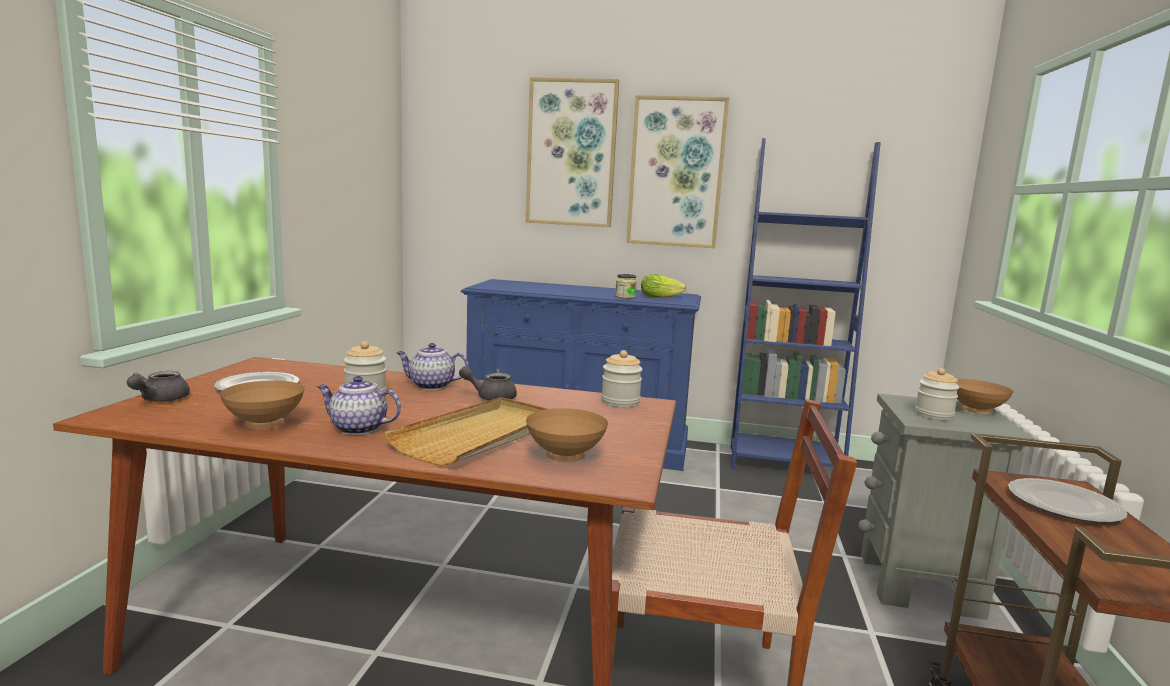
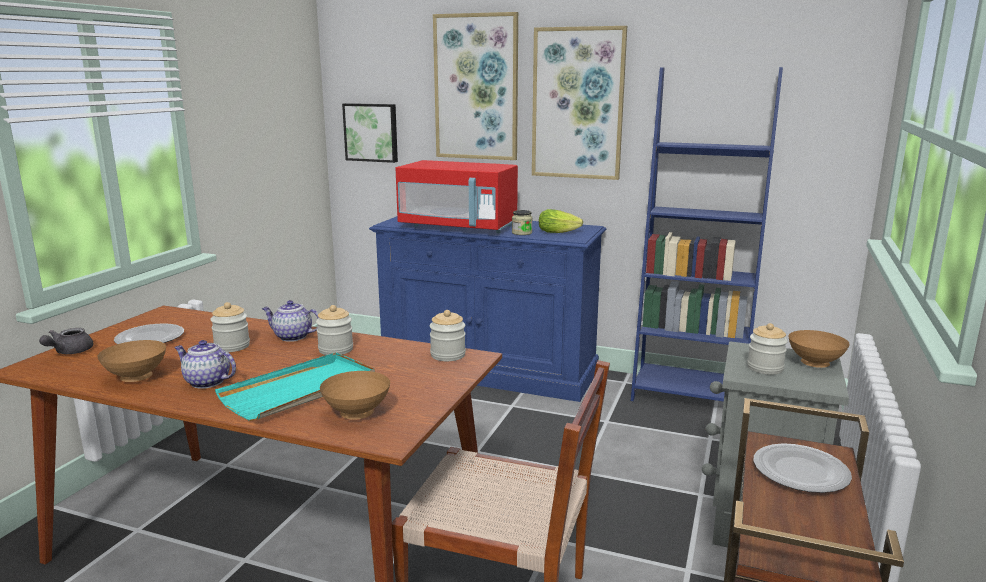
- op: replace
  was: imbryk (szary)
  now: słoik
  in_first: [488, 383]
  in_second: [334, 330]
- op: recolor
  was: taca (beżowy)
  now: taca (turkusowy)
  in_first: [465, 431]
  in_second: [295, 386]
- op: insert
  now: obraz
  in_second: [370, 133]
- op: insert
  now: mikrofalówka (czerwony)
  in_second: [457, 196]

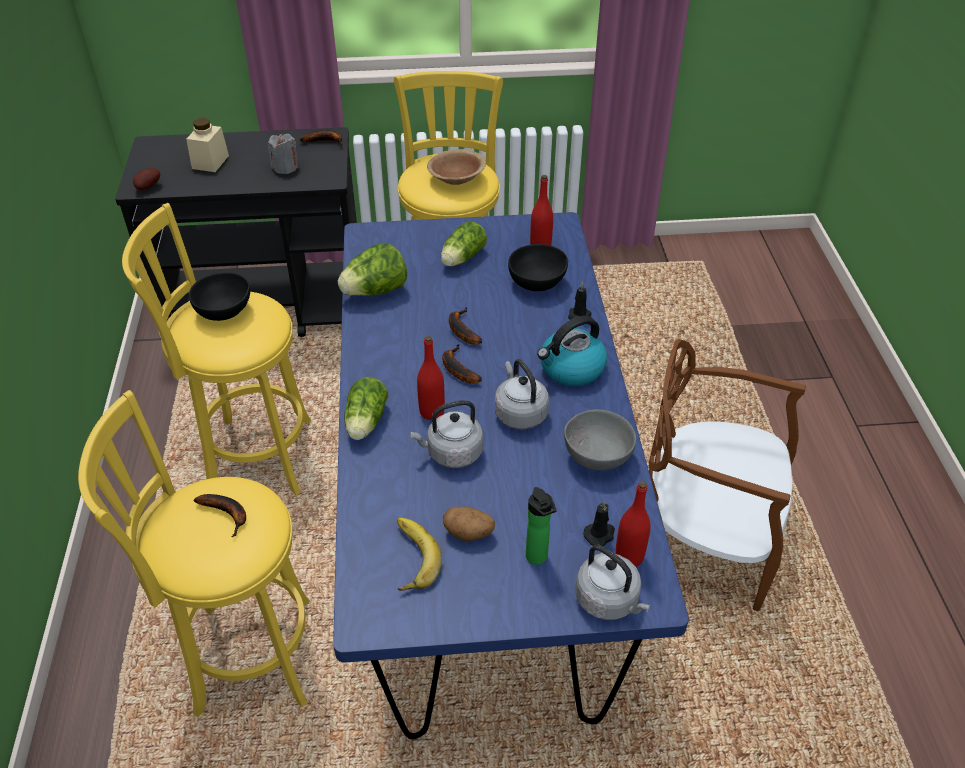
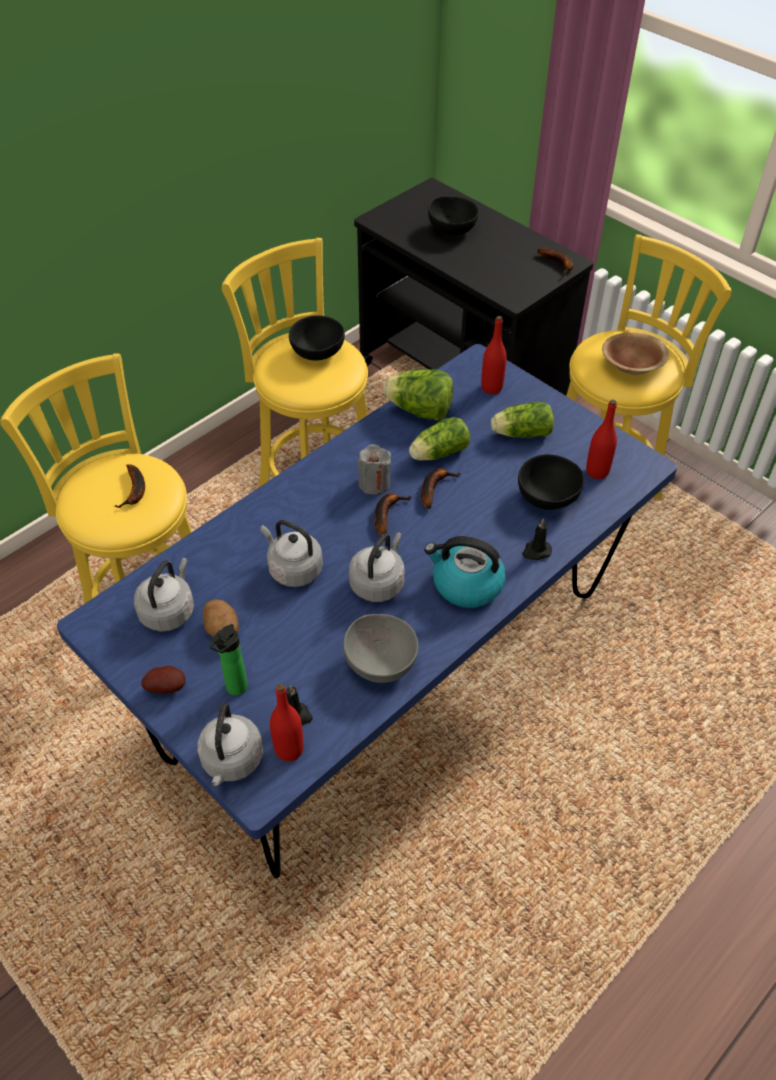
- op: replace
  was: słoik (beżowy)
  now: miska (czarny)
  in_first: [207, 145]
  in_second: [453, 216]
- op: move
  was: świeca (szary)
  in_first: [283, 154]
  in_second: [374, 469]
- op: move
  was: ziemniak
  in_first: [146, 179]
  in_second: [163, 680]
- op: move
  was: butelka (czerwony)
  in_first: [431, 378]
  in_second: [494, 355]
- op: delete
  was: krzesło (brązowy)
  in_first: [727, 475]
- op: move
  was: sałata
  in_first: [366, 408]
  in_second: [439, 439]
- op: replace
  was: banan
  now: czajnik (szary)
  in_first: [419, 554]
  in_second: [164, 595]

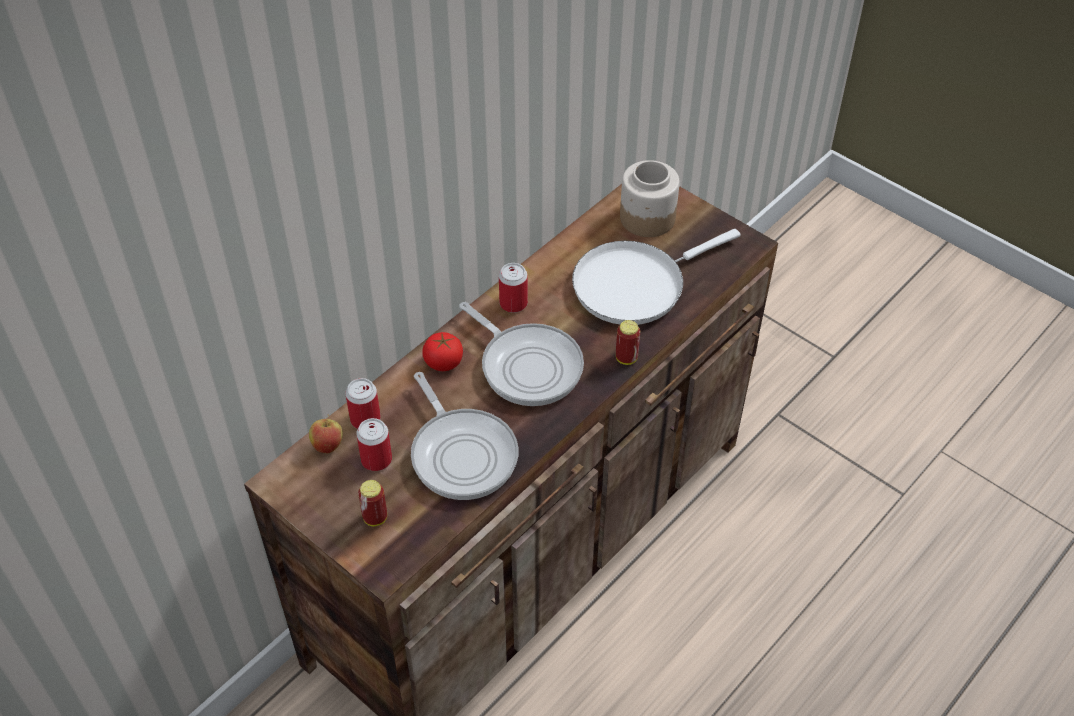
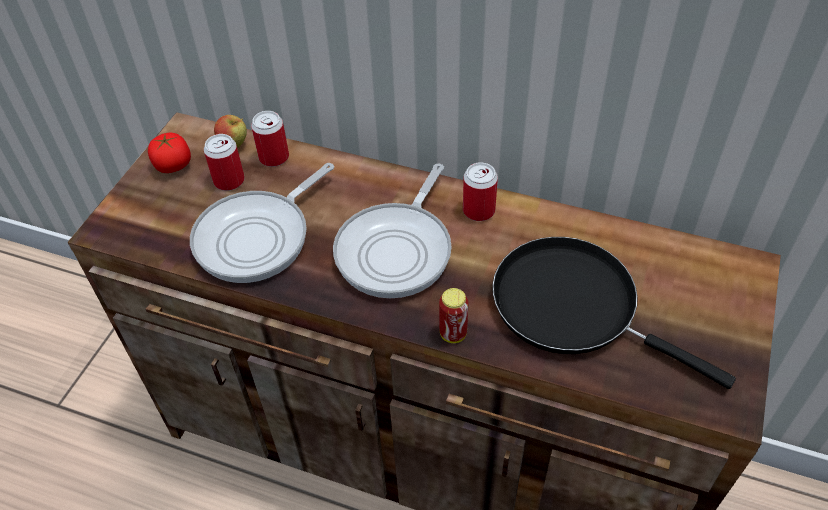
- op: delete
  was: słoik
  in_first: [650, 198]
- op: recolor
  was: patelnia (biały)
  now: patelnia (czarny)
  in_first: [656, 277]
  in_second: [614, 313]
- op: move
  was: pomidor
  in_first: [442, 351]
  in_second: [169, 153]
- op: delete
  was: puszka
  in_first: [372, 503]

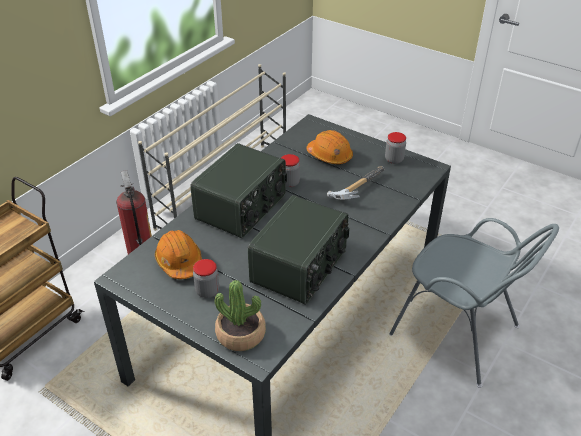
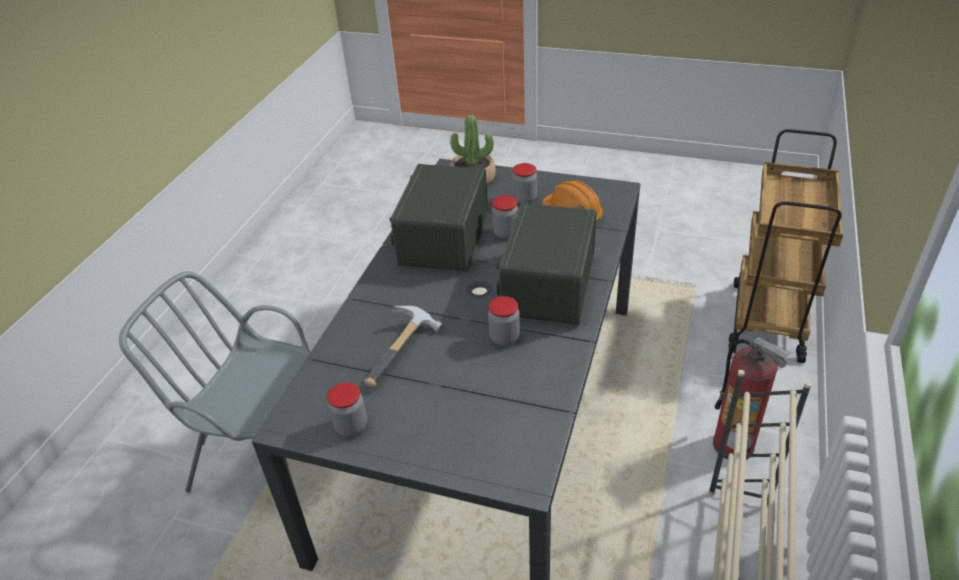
- op: delete
  was: kask (pomarańczowy)
  in_first: [329, 147]
- op: insert
  now: słoik
  in_second: [505, 217]

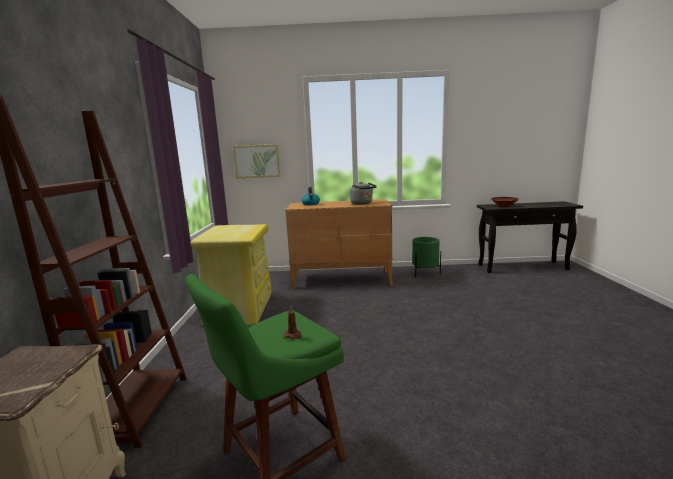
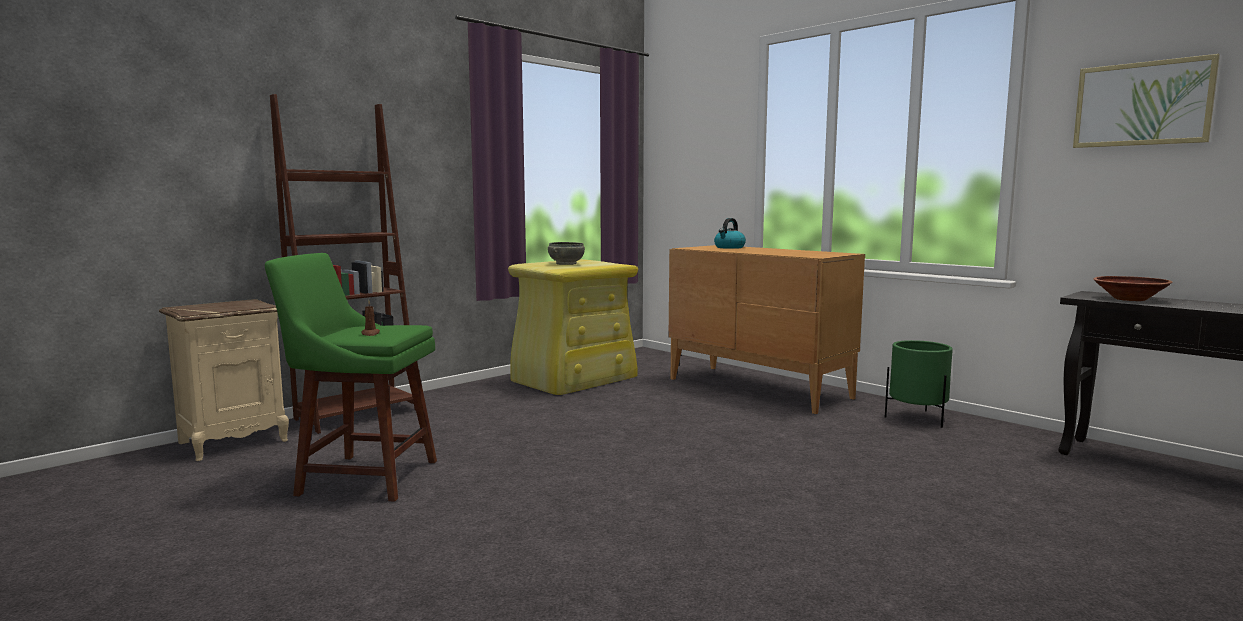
- op: move
  was: obraz
  in_first: [256, 161]
  in_second: [1146, 101]
- op: delete
  was: czajnik (szary)
  in_first: [363, 193]
- op: insert
  now: miska (szary)
  in_second: [566, 253]

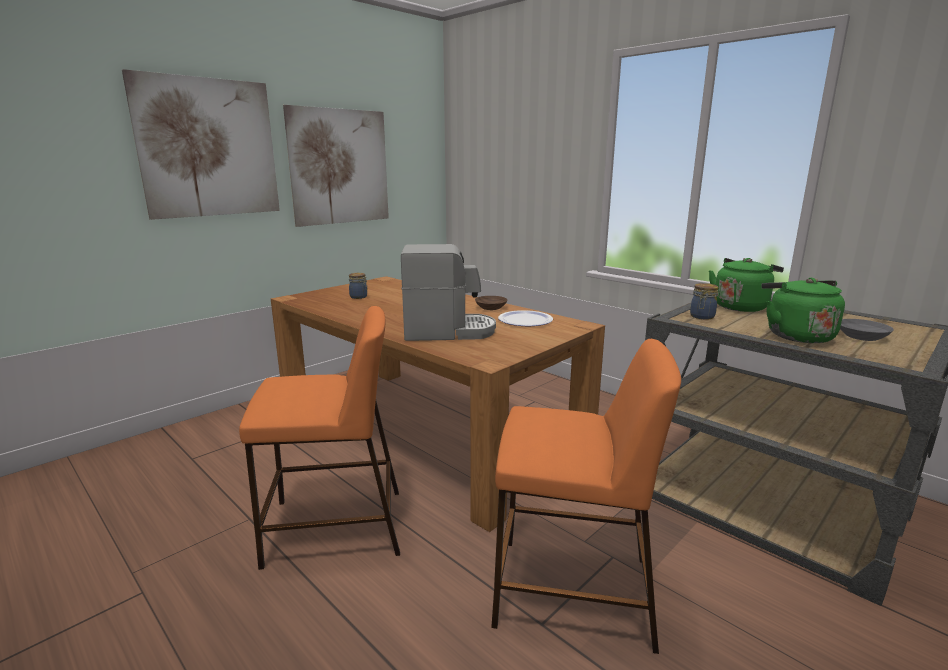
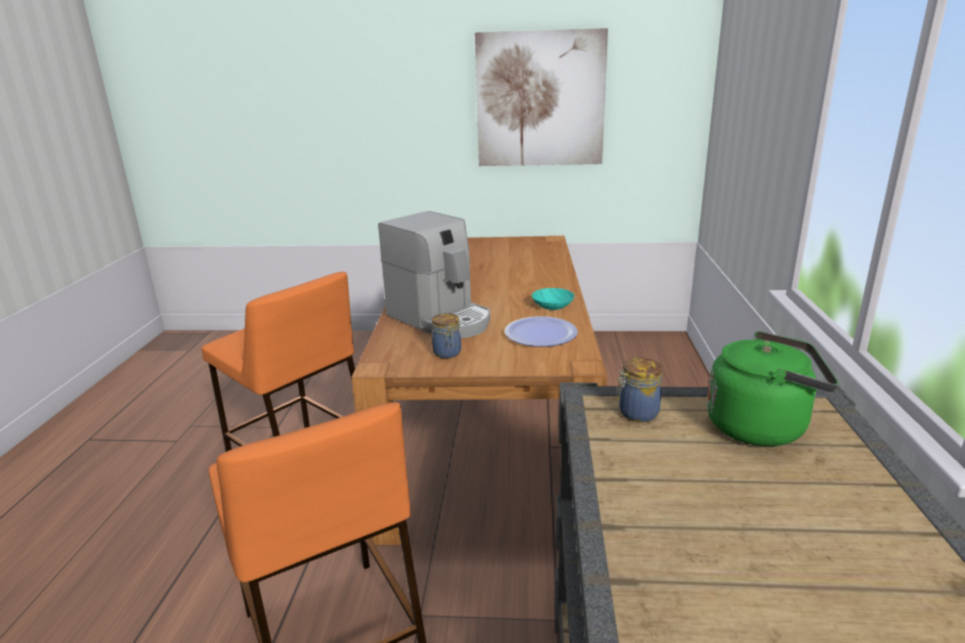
- op: delete
  was: obraz
  in_first: [201, 144]
- op: move
  was: słoik
  in_first: [358, 286]
  in_second: [446, 335]
- op: delete
  was: czajnik (zielony)
  in_first: [803, 310]
- op: recolor
  was: miska (brązowy)
  now: miska (turkusowy)
  in_first: [491, 303]
  in_second: [553, 299]
- op: delete
  was: miska (szary)
  in_first: [867, 330]

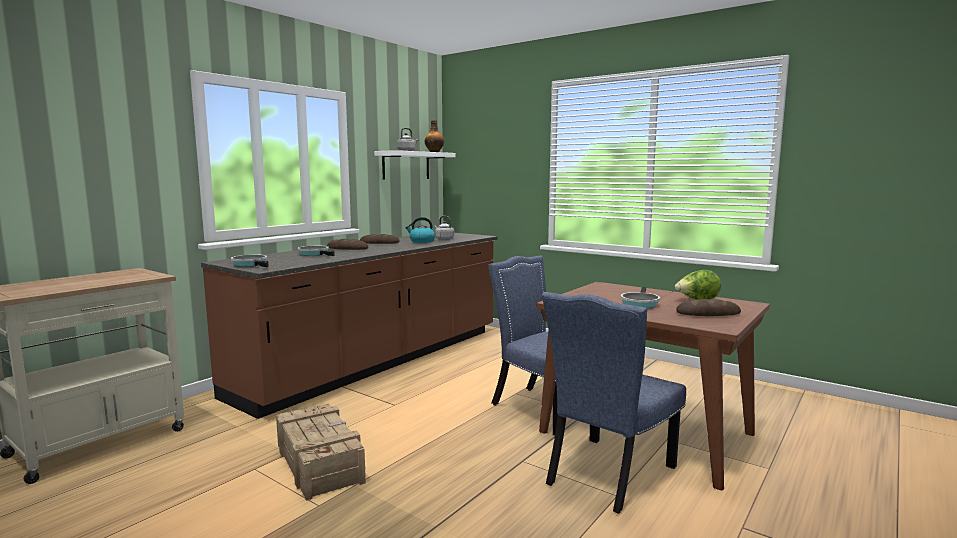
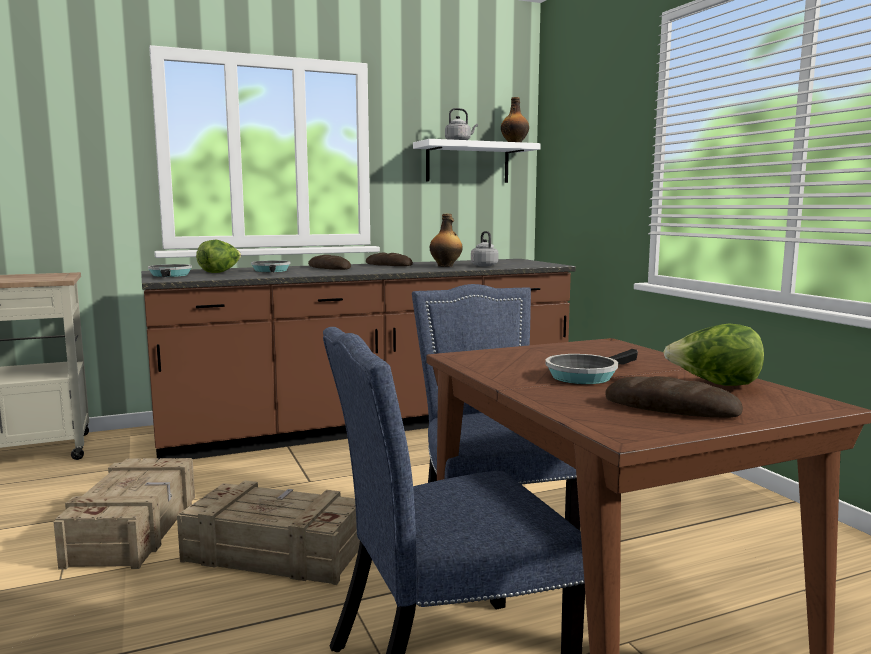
- op: replace
  was: czajnik
  now: butelka
  in_first: [420, 230]
  in_second: [446, 240]
- op: insert
  now: sałata
  in_second: [218, 256]
- op: insert
  now: skrzynka
  in_second: [268, 533]

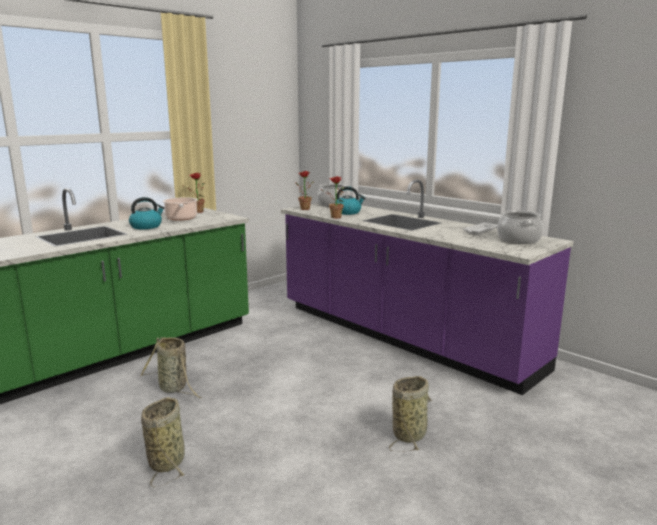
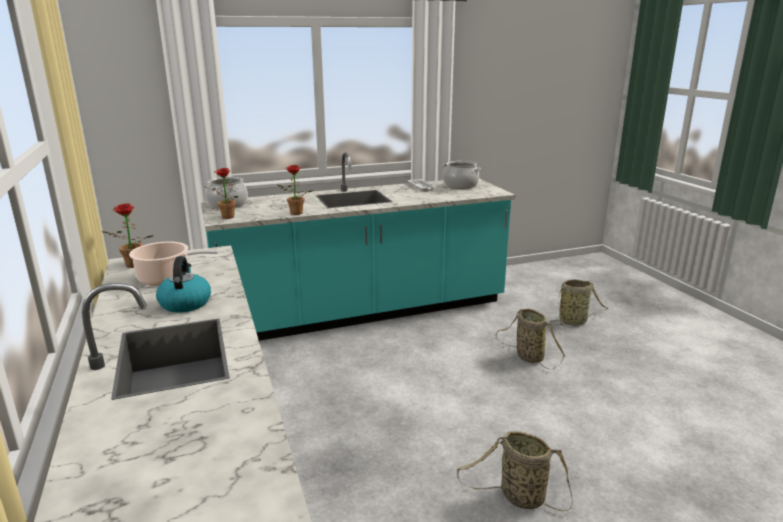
- op: recolor
  was: zabudowa kuchenna (fioletowy)
  now: zabudowa kuchenna (turkusowy)
  in_first: [427, 287]
  in_second: [358, 247]
- op: delete
  was: czajnik
  in_first: [350, 200]
- op: move
  was: koszyk
  in_first: [170, 367]
  in_second: [578, 302]

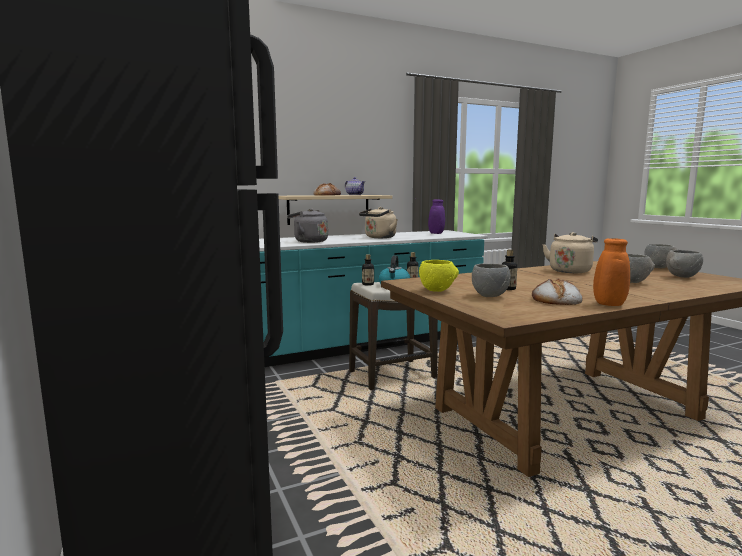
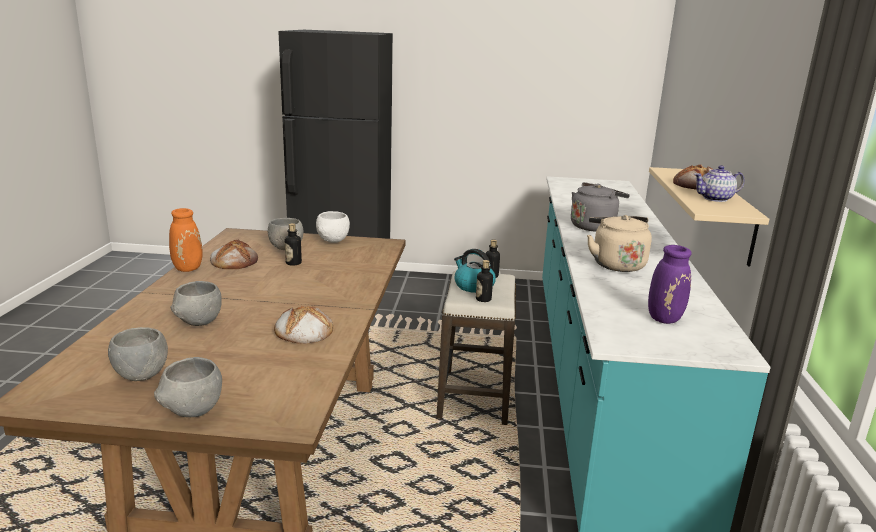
- op: replace
  was: czajnik (beżowy)
  now: chleb
  in_first: [570, 252]
  in_second: [303, 325]
- op: recolor
  was: miska (żółty)
  now: miska (biały)
  in_first: [439, 276]
  in_second: [333, 227]

